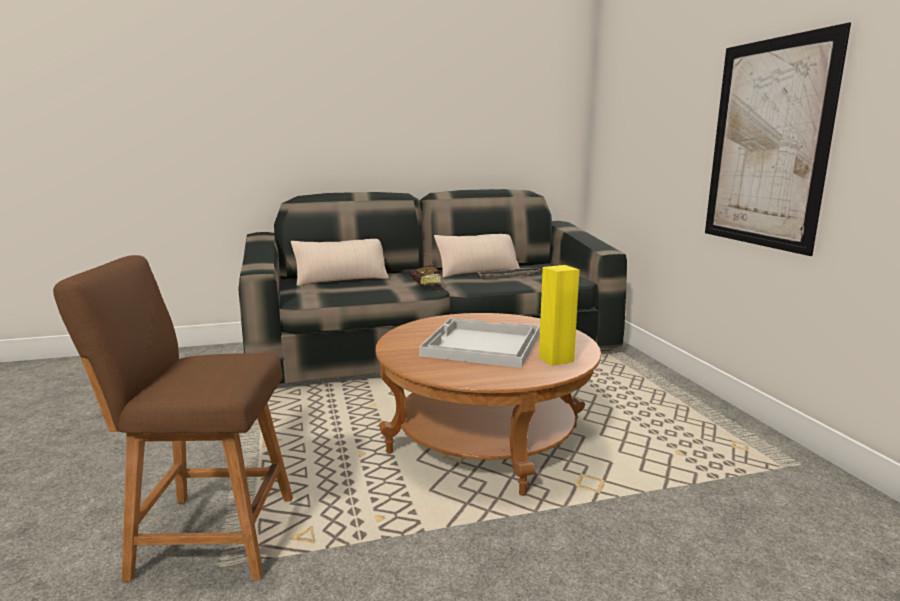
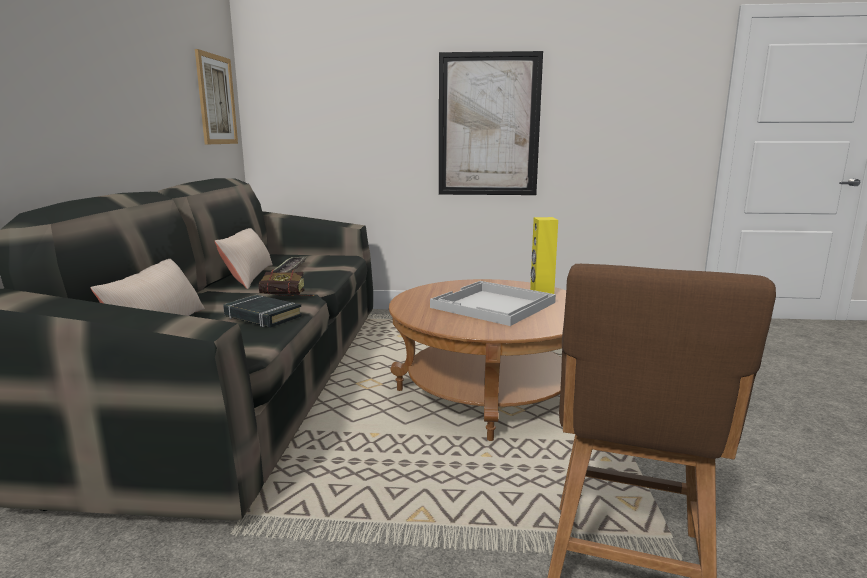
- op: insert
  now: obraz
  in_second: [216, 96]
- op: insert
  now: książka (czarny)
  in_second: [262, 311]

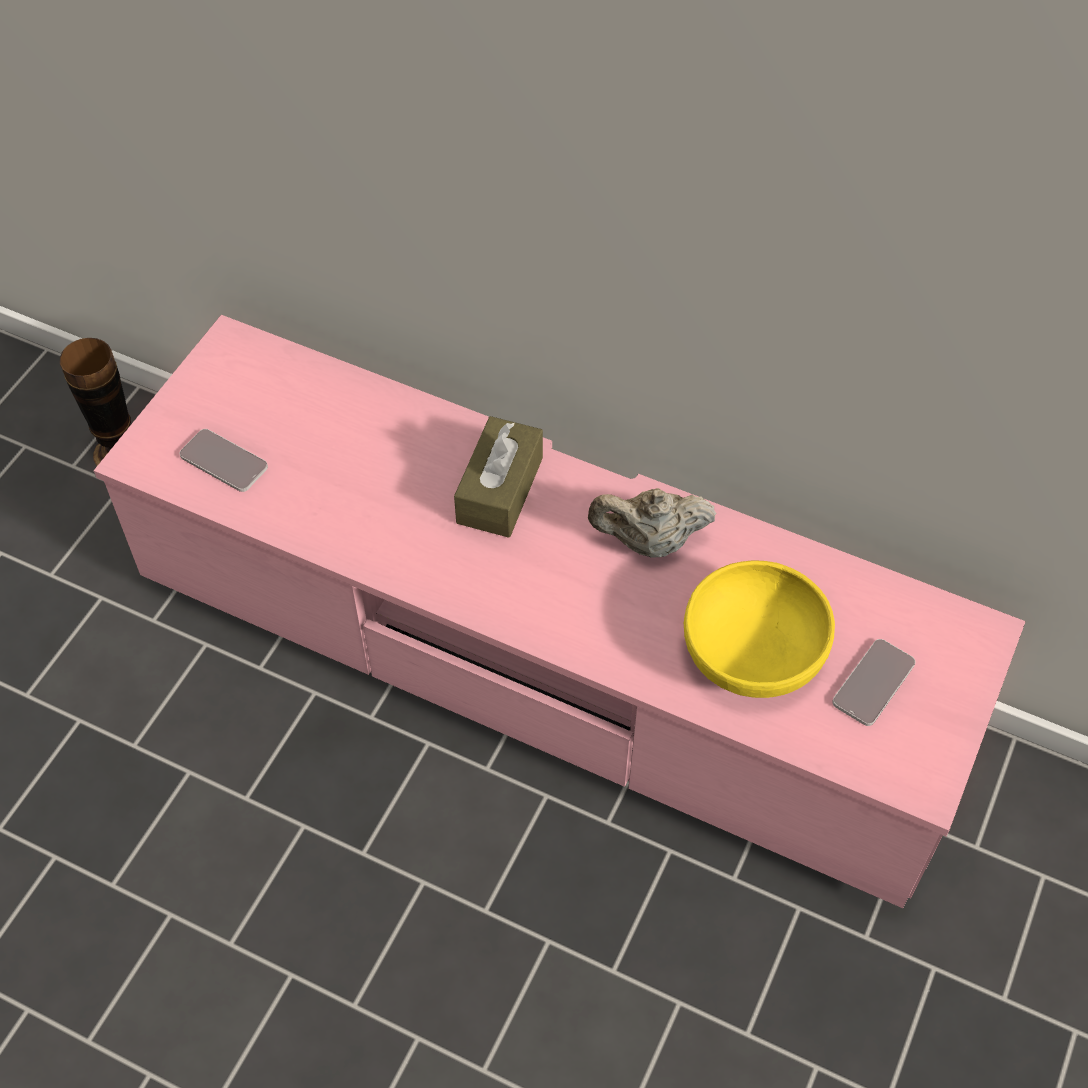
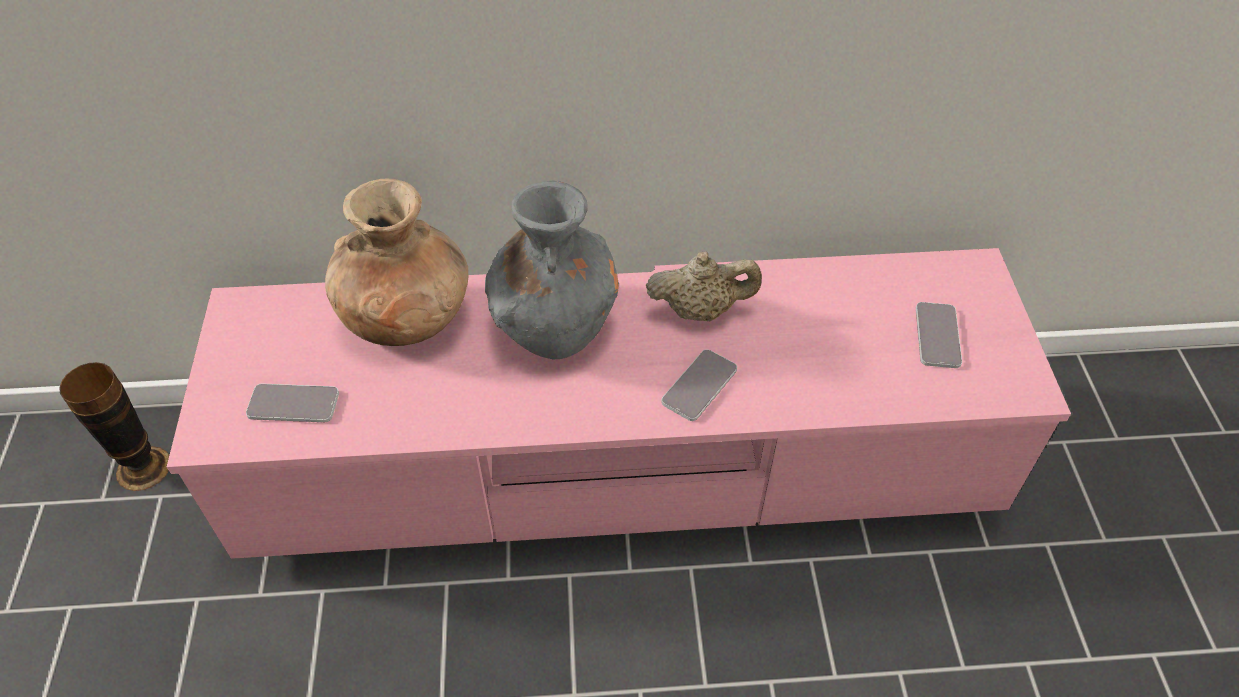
- op: replace
  was: pudełko chusteczek (brązowy)
  now: wazon (szary)
  in_first: [498, 477]
  in_second: [552, 270]
- op: rotate
  was: imbryk (beżowy)
  in_first: [652, 522]
  in_second: [704, 286]
  clockwise: -150
- op: delete
  was: miska (żółty)
  in_first: [759, 629]
- op: insert
  now: wazon (brązowy)
  in_second: [396, 262]
- op: insert
  now: telefon
  in_second: [699, 385]

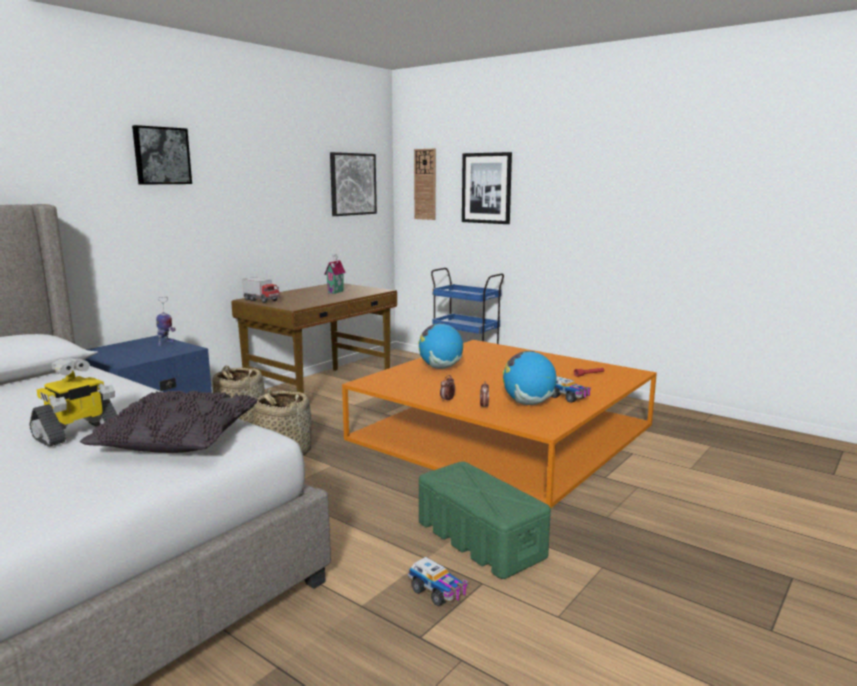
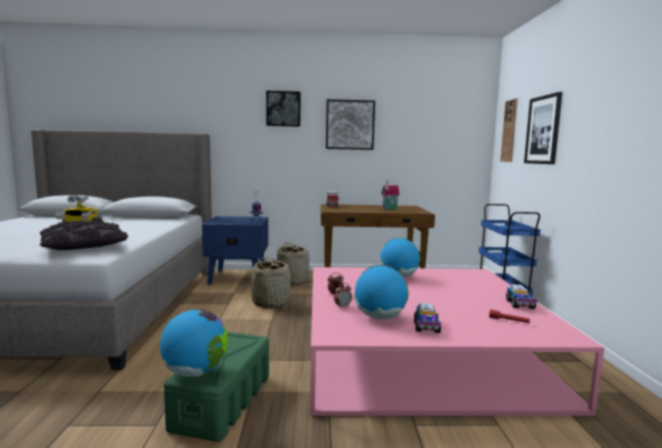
- op: move
  was: obraz
  in_first: [353, 184]
  in_second: [350, 124]
- op: recolor
  was: ława (pomarańczowy)
  now: ława (różowy)
  in_first: [499, 424]
  in_second: [457, 341]
- op: move
  was: ciężarówka zabawkowa
  in_first: [438, 582]
  in_second: [522, 296]
- op: insert
  now: globus
  in_second: [194, 343]

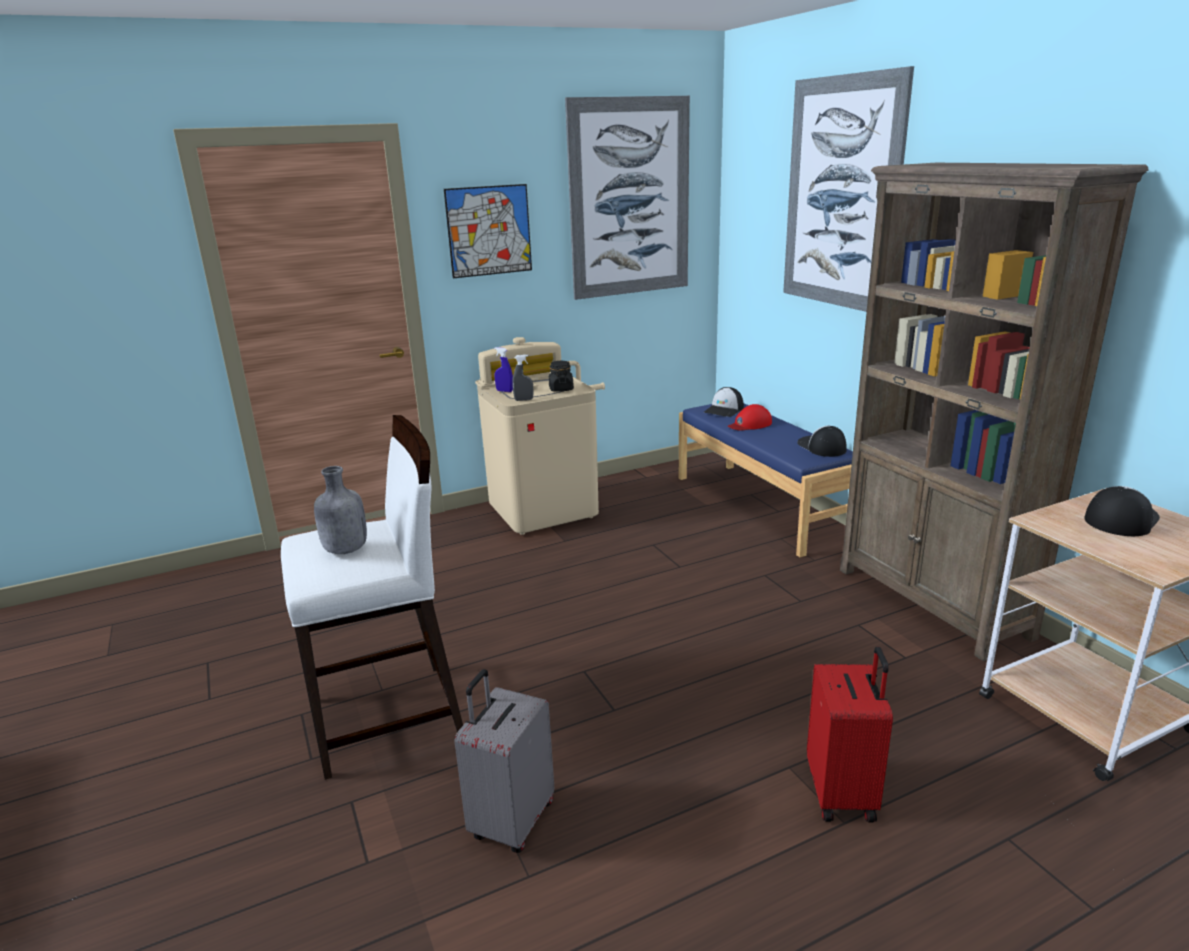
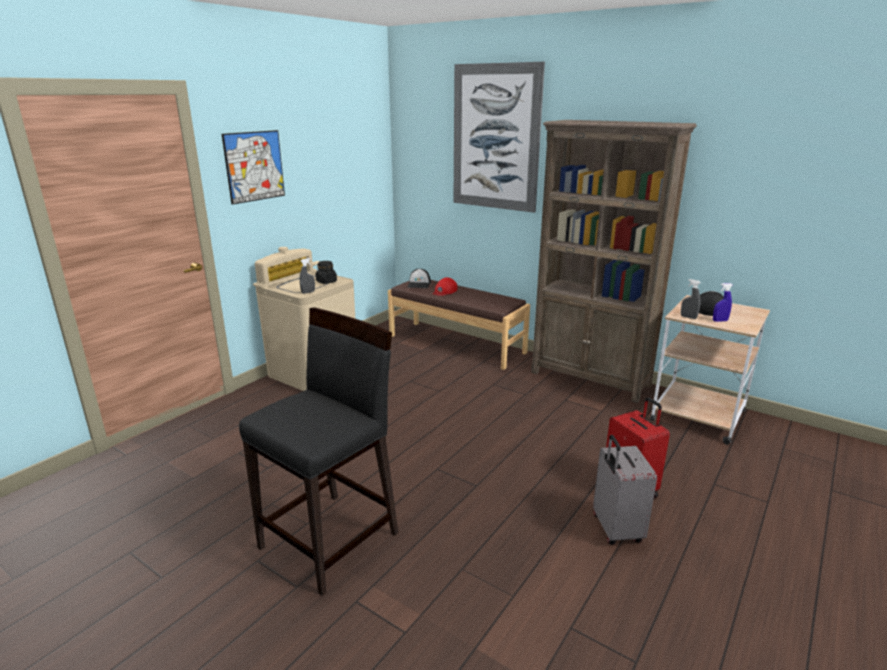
- op: delete
  was: obraz
  in_first: [627, 198]
- op: move
  was: spryskiwacz (niebieski)
  in_first: [503, 369]
  in_second: [723, 302]
- op: recolor
  was: ławka (niebieski)
  now: ławka (brązowy)
  in_first: [766, 480]
  in_second: [459, 325]
- op: recolor
  was: stołek (biały)
  now: stołek (czarny)
  in_first: [372, 597]
  in_second: [318, 451]
- op: delete
  was: czapka z daszkiem
  in_first: [822, 441]
- op: delete
  was: butelka (szary)
  in_first: [340, 510]
- op: move
  was: walizka (szary)
  in_first: [504, 761]
  in_second: [625, 490]
- op: insert
  now: spryskiwacz (szary)
  in_second: [691, 299]

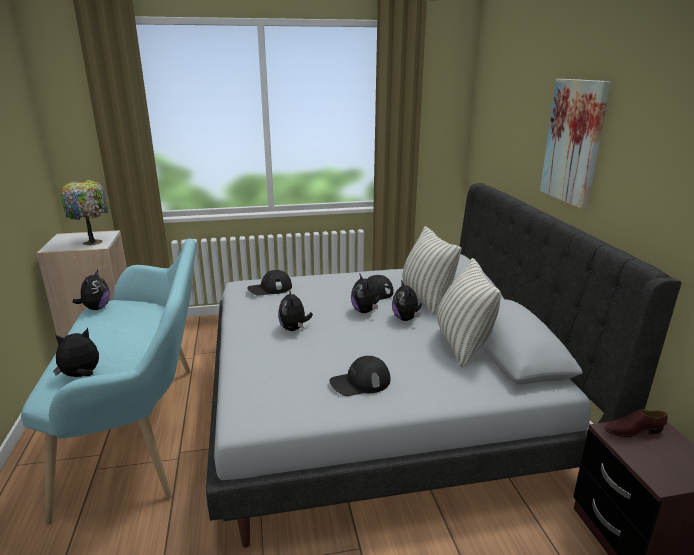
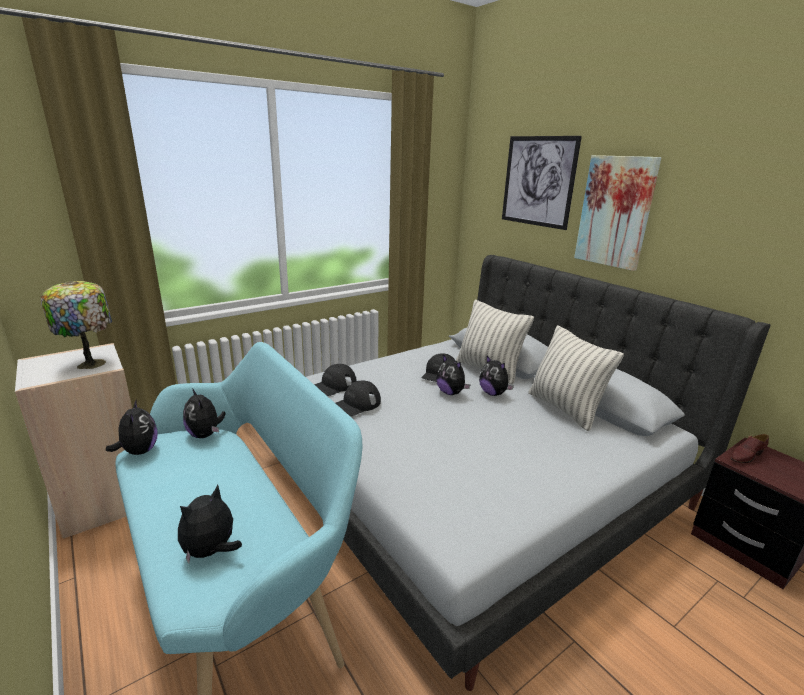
- op: move
  was: pluszak
  in_first: [295, 310]
  in_second: [204, 413]
- op: move
  was: czapka z daszkiem (czarny)
  in_first: [360, 376]
  in_second: [358, 398]
- op: insert
  now: obraz
  in_second: [542, 183]

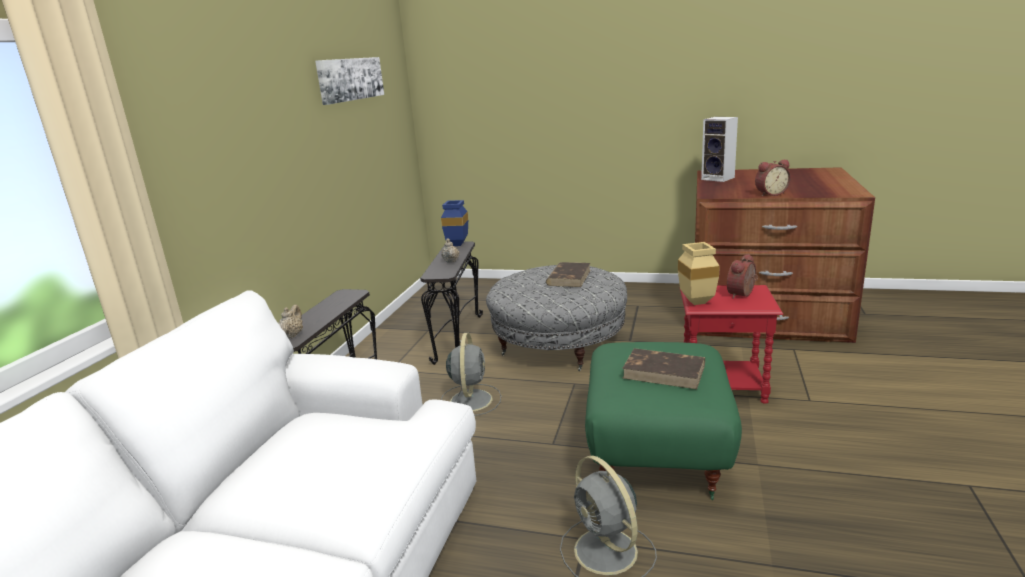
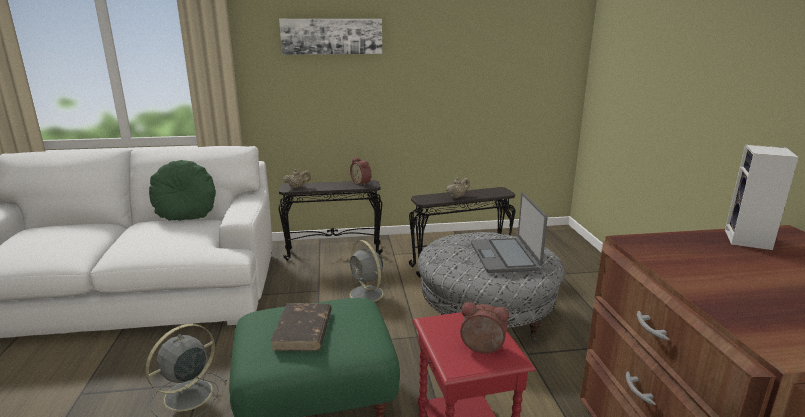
- op: move
  was: obraz
  in_first: [349, 81]
  in_second: [330, 37]
- op: move
  was: budzik
  in_first: [773, 177]
  in_second: [361, 171]
- op: delete
  was: wazon (niebieski)
  in_first: [454, 223]
- op: delete
  was: wazon (beżowy)
  in_first: [699, 273]
- op: replace
  was: książka (brązowy)
  now: laptop
  in_first: [568, 274]
  in_second: [509, 232]
- op: rotate
  was: wentylator (szary)
  in_first: [471, 374]
  in_second: [368, 273]
  clockwise: 75
- op: insert
  now: poduszka (zielony)
  in_second: [182, 190]

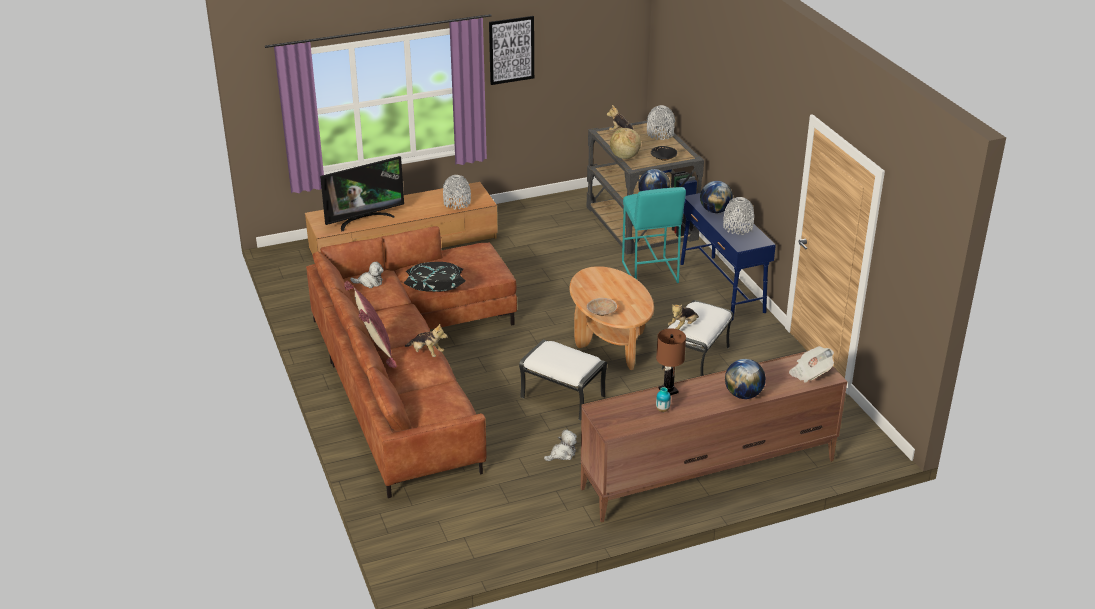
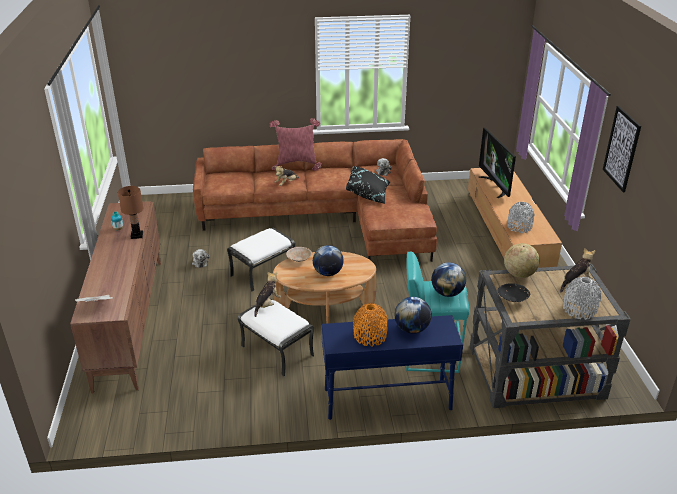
- op: recolor
  was: wazon (szary)
  now: wazon (pomarańczowy)
  in_first: [738, 216]
  in_second: [370, 325]
- op: rotate
  was: pluszak
  in_first: [683, 317]
  in_second: [267, 294]
  clockwise: 60
- op: move
  was: globus
  in_first: [745, 379]
  in_second: [328, 260]

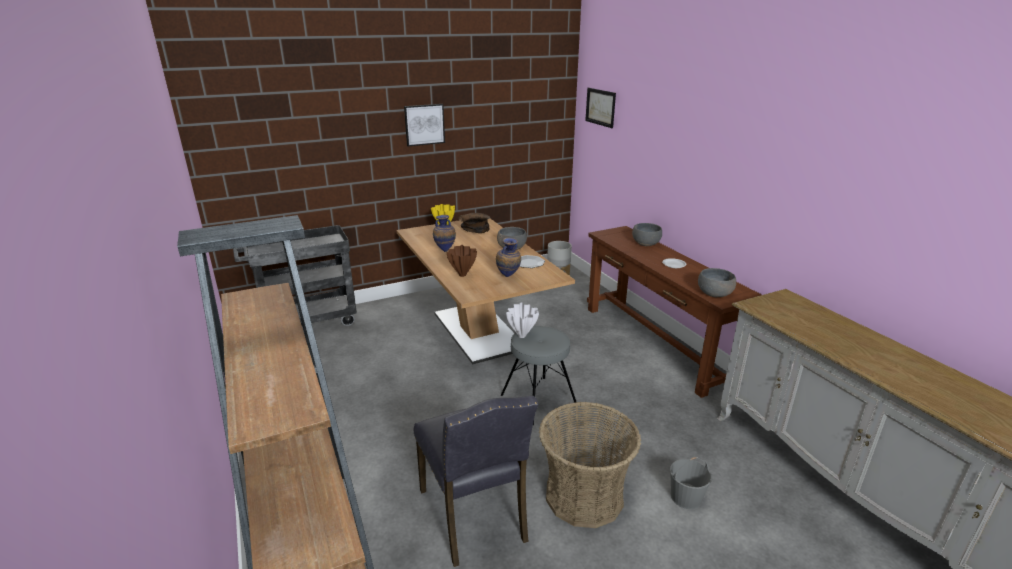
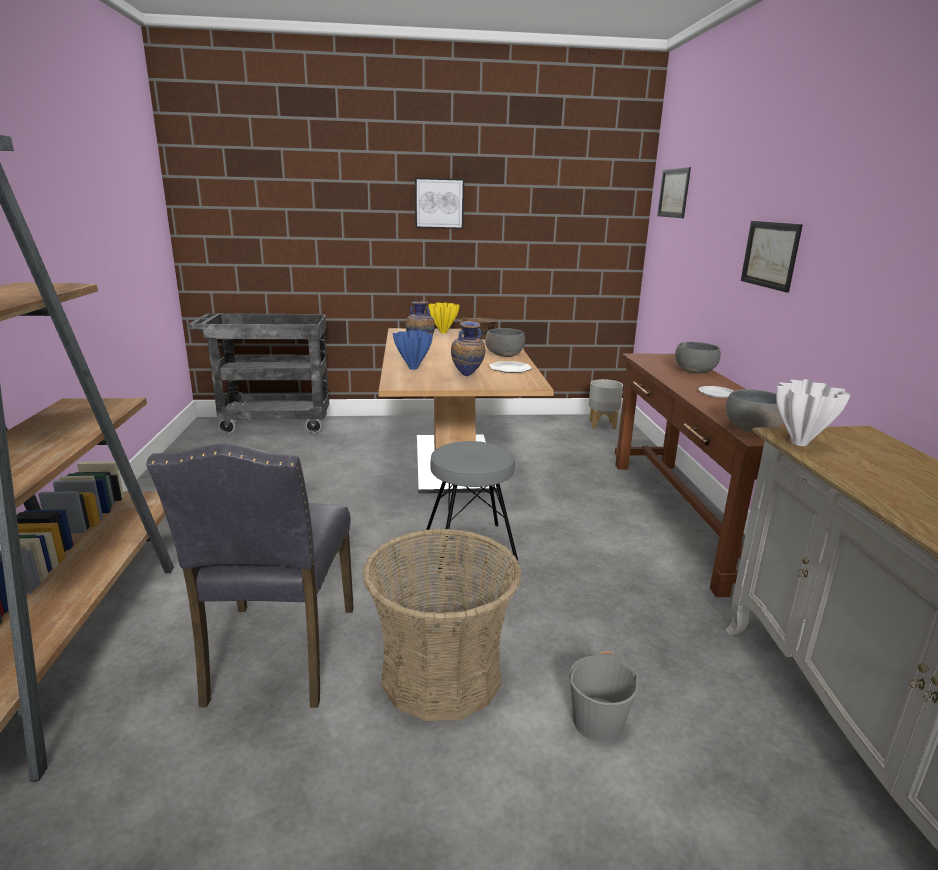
- op: recolor
  was: wazon (brązowy)
  now: wazon (niebieski)
  in_first: [462, 261]
  in_second: [413, 350]
- op: move
  was: wazon (biały)
  in_first: [522, 320]
  in_second: [813, 412]
- op: insert
  now: obraz
  in_second: [772, 257]

